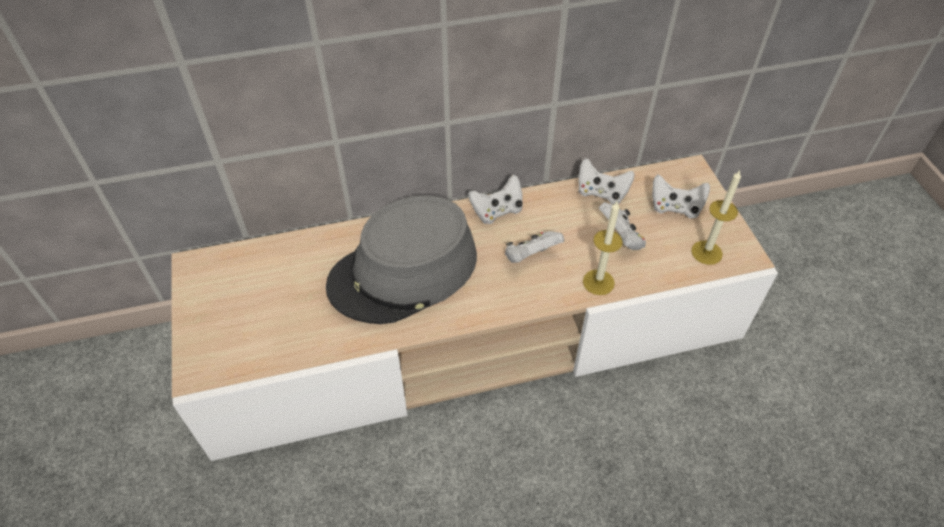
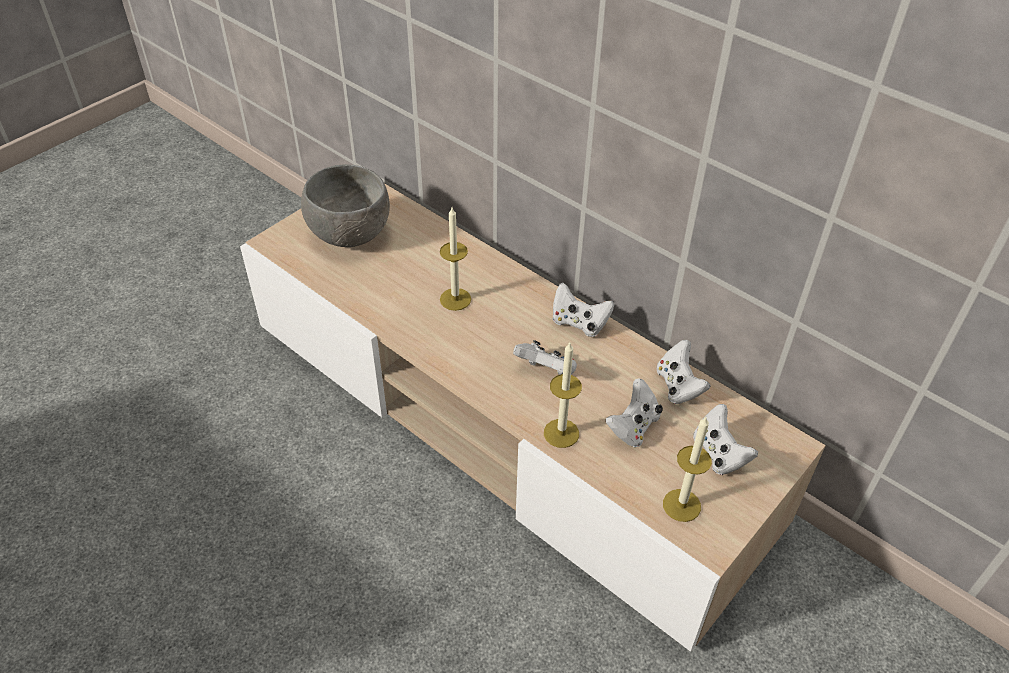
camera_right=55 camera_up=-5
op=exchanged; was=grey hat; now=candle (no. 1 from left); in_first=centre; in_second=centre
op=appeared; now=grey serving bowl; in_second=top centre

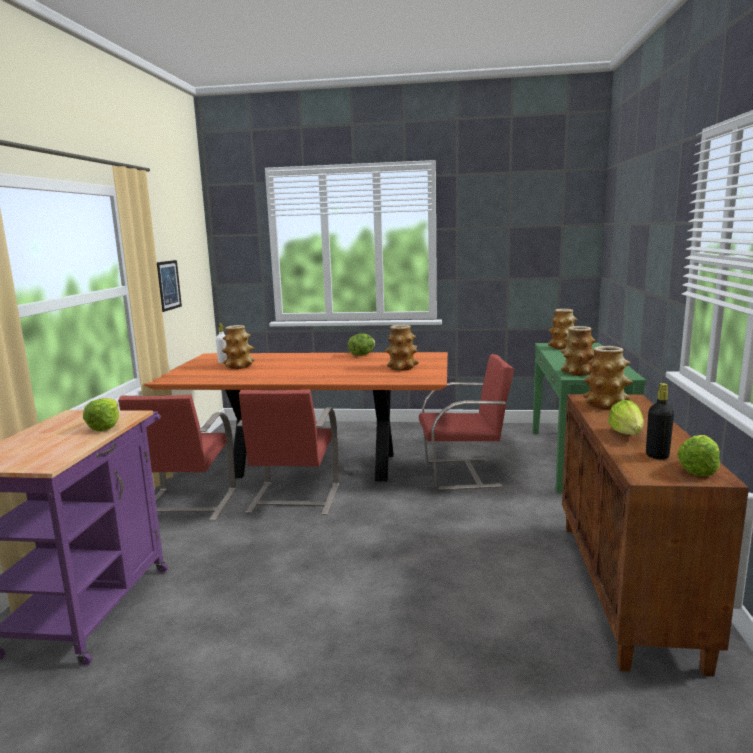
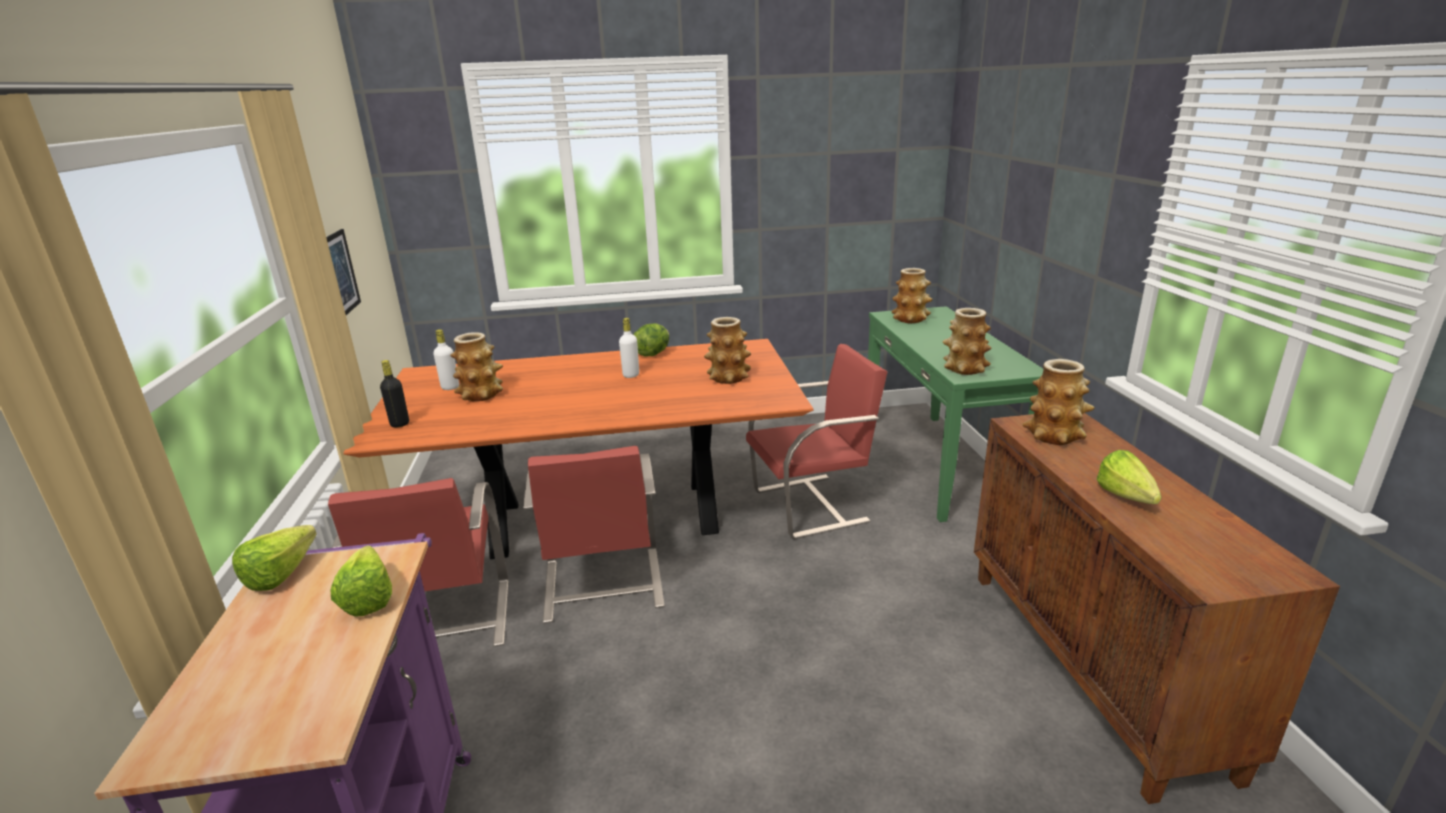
camera_right=-15 camera_up=10
op=relocated; was=black-coloured drink bottle; in_first=middle right; in_second=middle left
op=relocated; was=lettuce (no. 4 from left in the first image); now=lettuce (no. 1 from left); in_first=middle right; in_second=bottom left
op=appeared; now=whitish drink bottle (no. 2 from left); in_second=centre

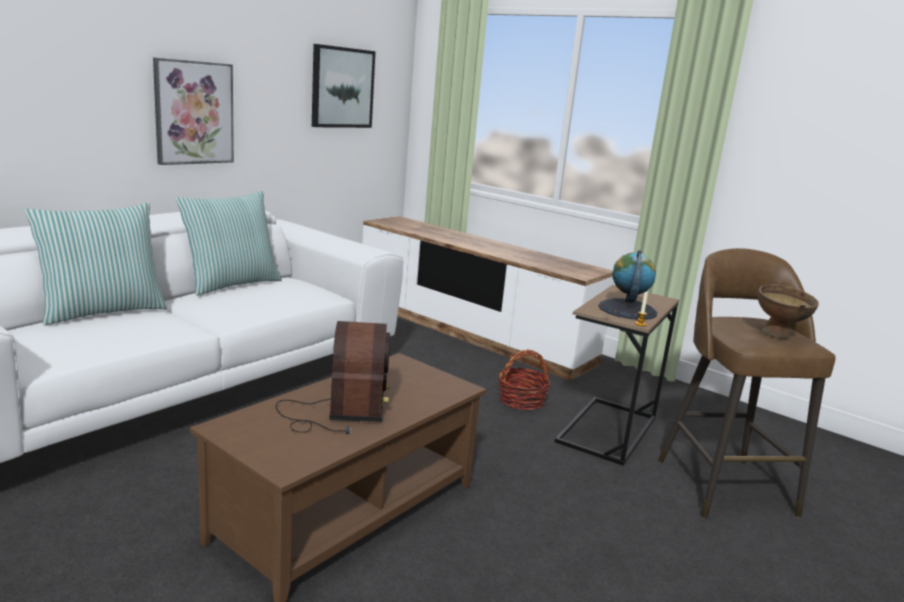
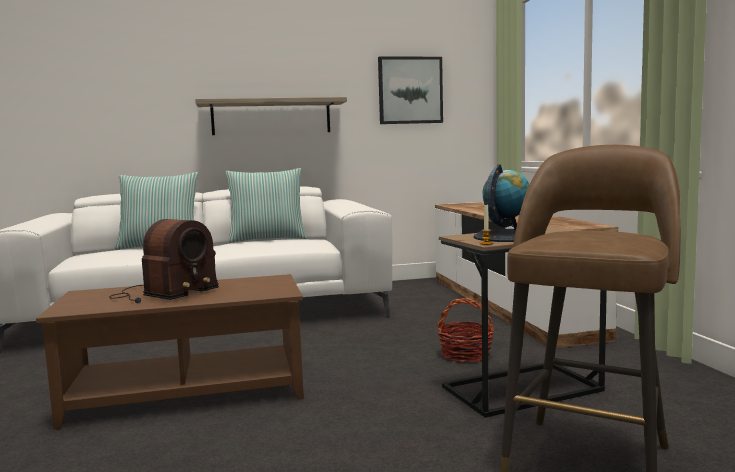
camera_right=40 camera_up=-10
op=exchanged; was=picture (no. 1 from left); now=wall shelf; in_first=top left; in_second=top centre
op=missing; was=brown-coloured serving bowl; in_first=middle right

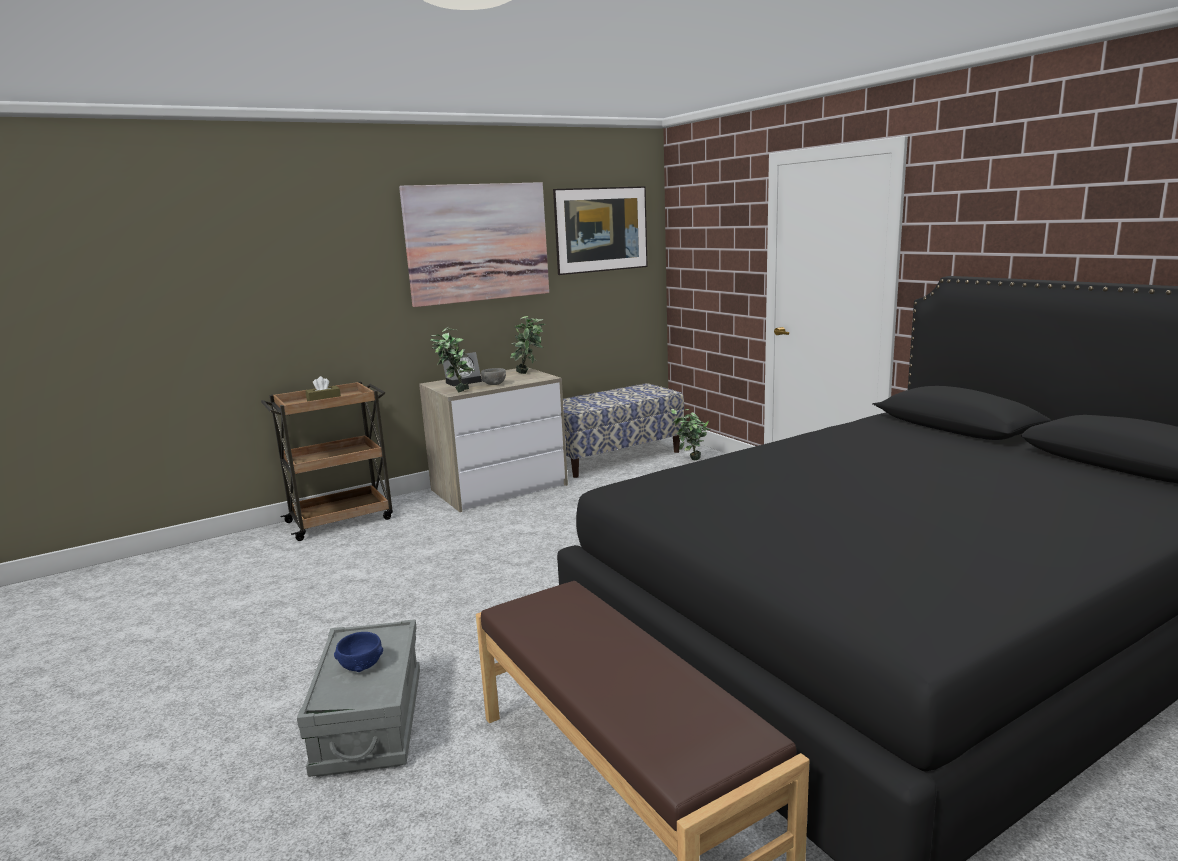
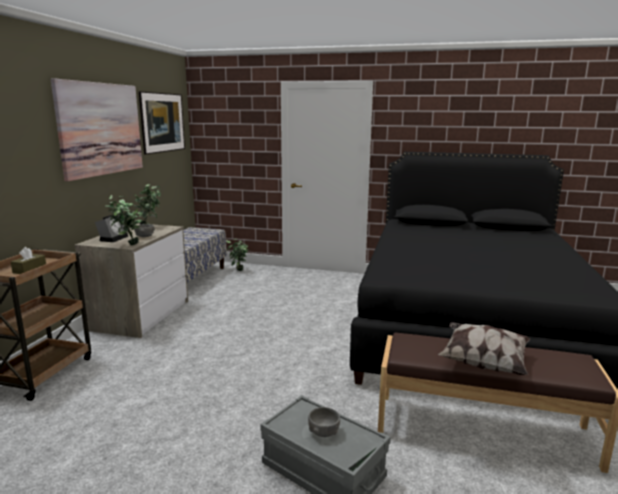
camera_right=-45 camera_up=0
op=colour; was=blue-coloured serving bowl; now=grey serving bowl (no. 2 from left); in_first=bottom left; in_second=bottom centre
op=appeared; now=pillow; in_second=bottom right

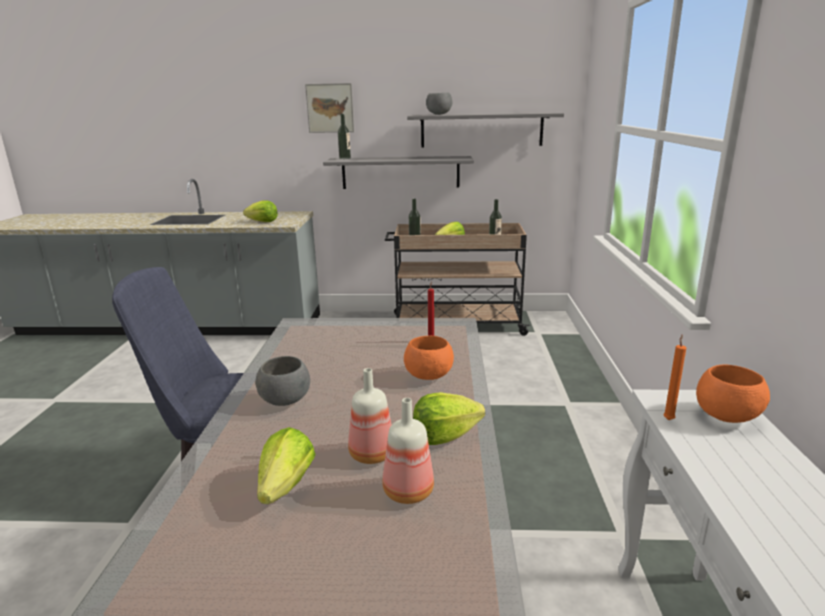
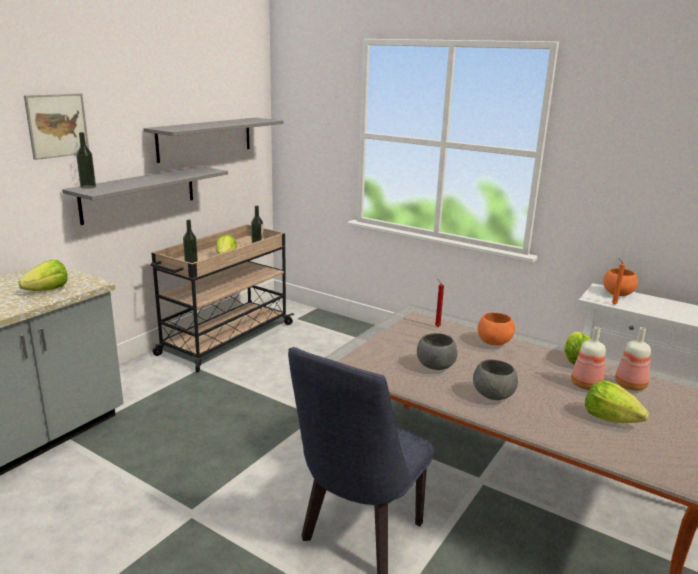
camera_right=-60 camera_up=0
op=relocated; was=grey serving bowl (no. 2 from left in the first image); now=grey serving bowl (no. 1 from left); in_first=top centre; in_second=centre

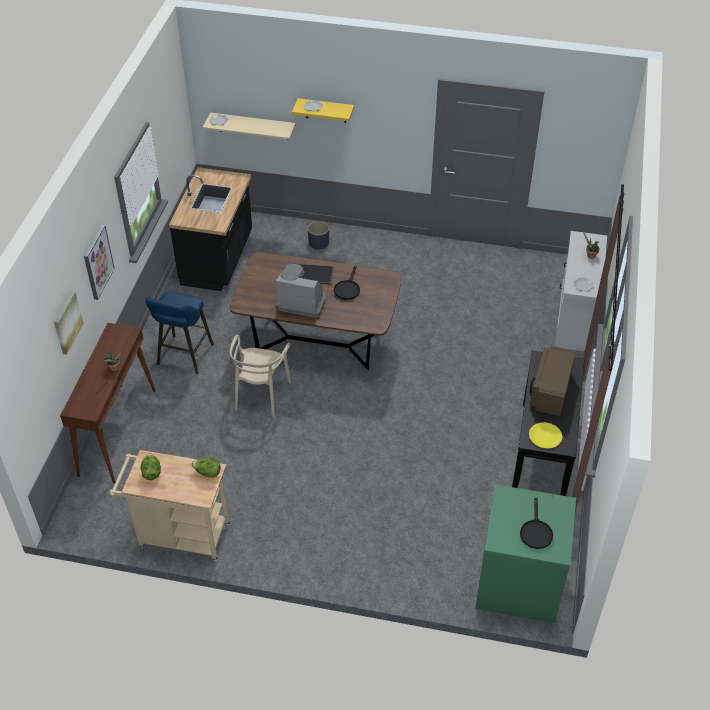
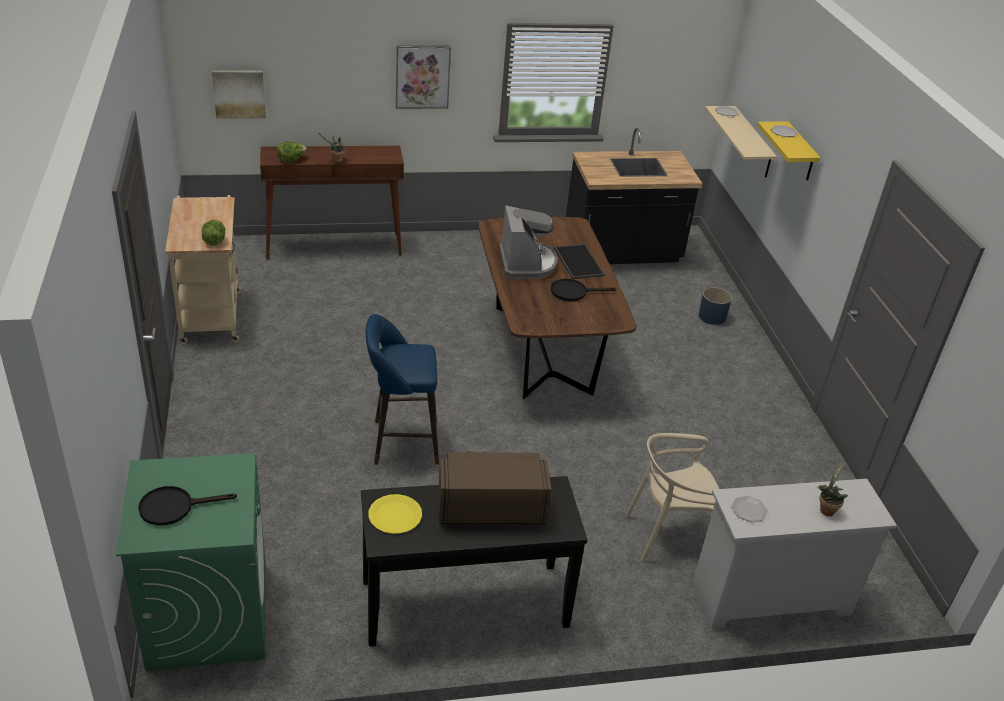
camera_right=65 camera_up=-10
op=relocated; was=picture (no. 1 from left); in_first=middle left; in_second=top left
op=relocated; was=lettuce (no. 1 from left in the first image); now=lettuce (no. 2 from left); in_first=middle left; in_second=top left
op=relocated; was=blue-coloured stool seat; in_first=middle left; in_second=centre
op=relocated; was=sand-coloured plain chair; in_first=centre; in_second=bottom right

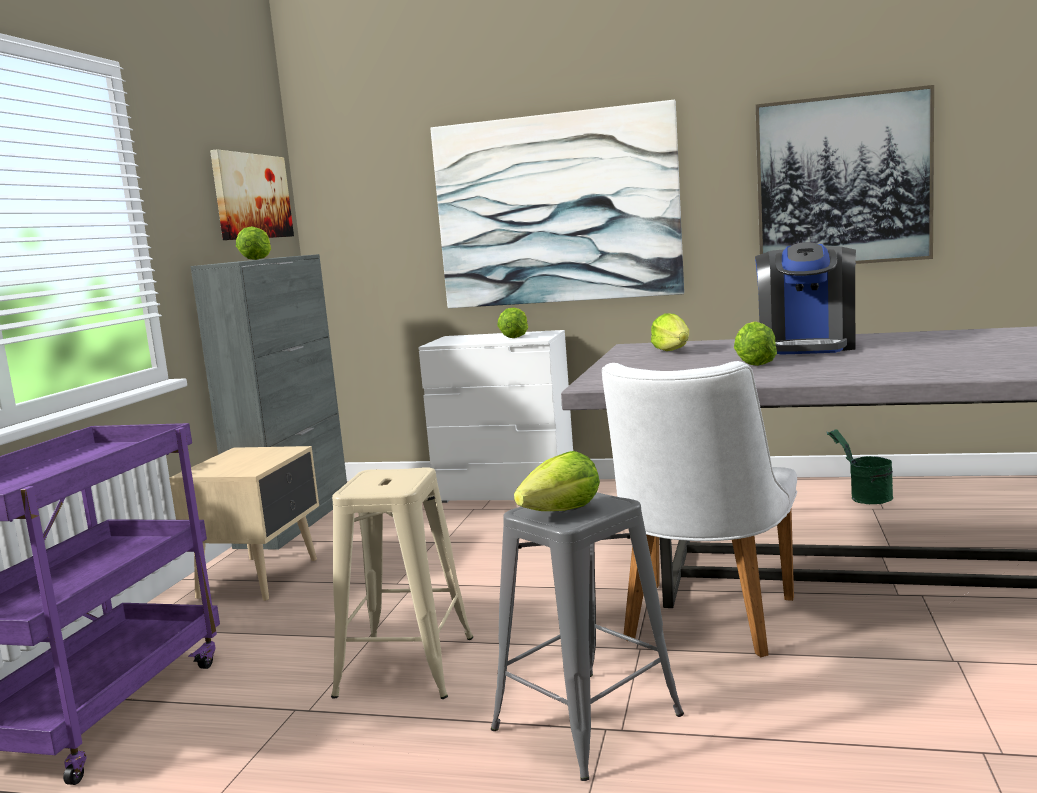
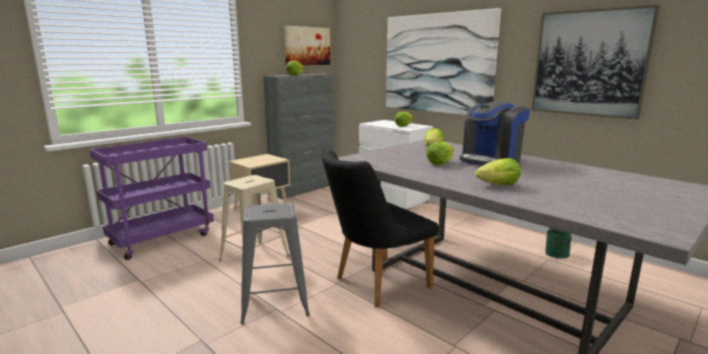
camera_right=30 camera_up=5
op=relocated; was=lettuce (no. 3 from left in the first image); now=lettuce (no. 5 from left); in_first=centre; in_second=middle right
op=colour; was=whitish plain chair; now=black-coloured plain chair; in_first=middle right; in_second=centre

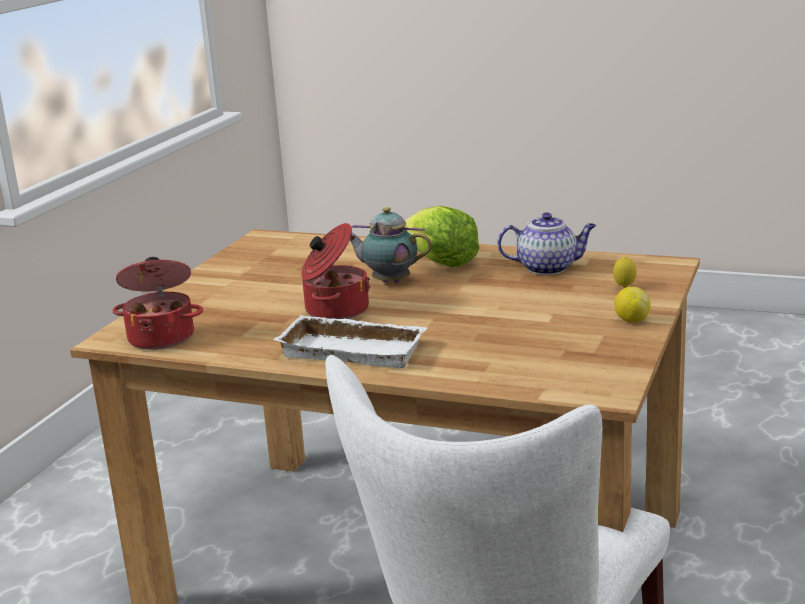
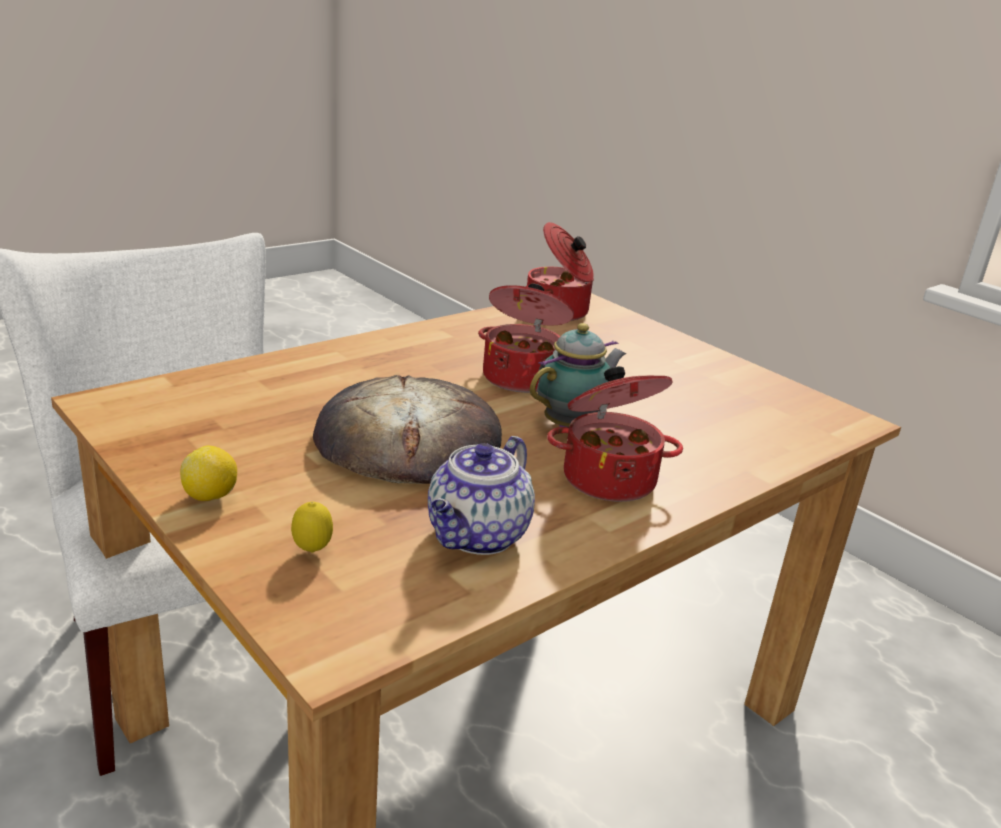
camera_right=115 camera_up=5
op=missing; was=whitish tray; in_first=centre
op=exchanged; was=lettuce; now=saucepot (no. 3 from left); in_first=centre; in_second=centre
op=appeared; now=bread; in_second=centre

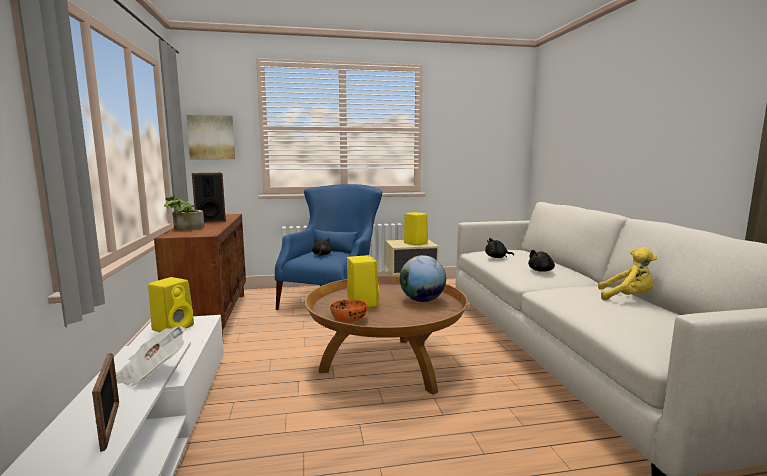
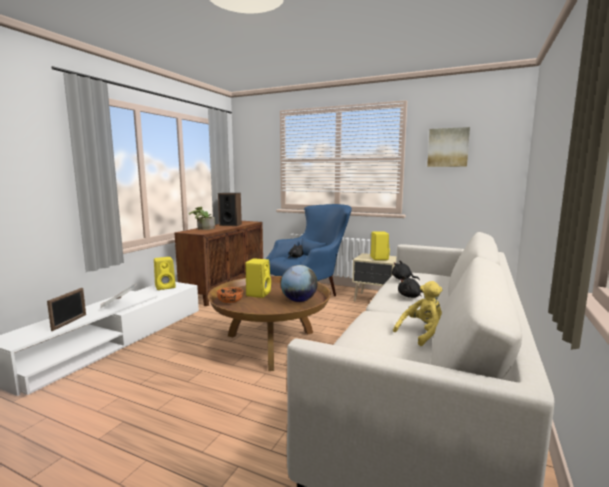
camera_right=35 camera_up=0
op=relocated; was=picture; in_first=top left; in_second=top right
op=spun; was=yellow plush toy; in_first=middle right; in_second=middle right; clockwise=-90

